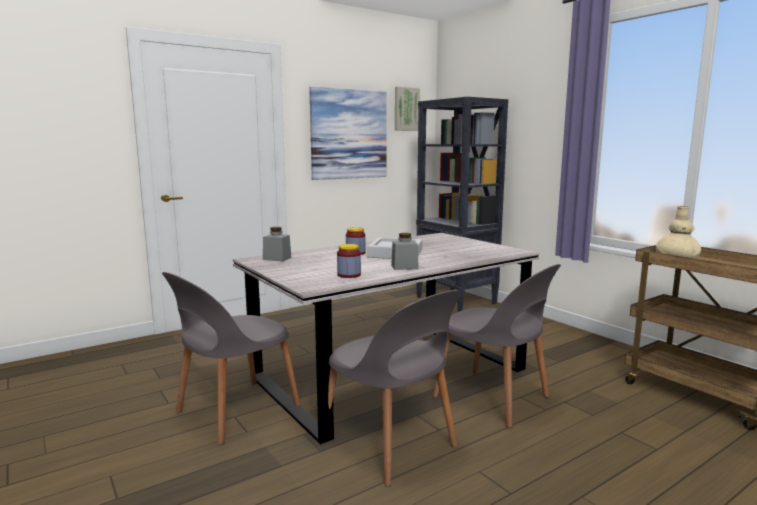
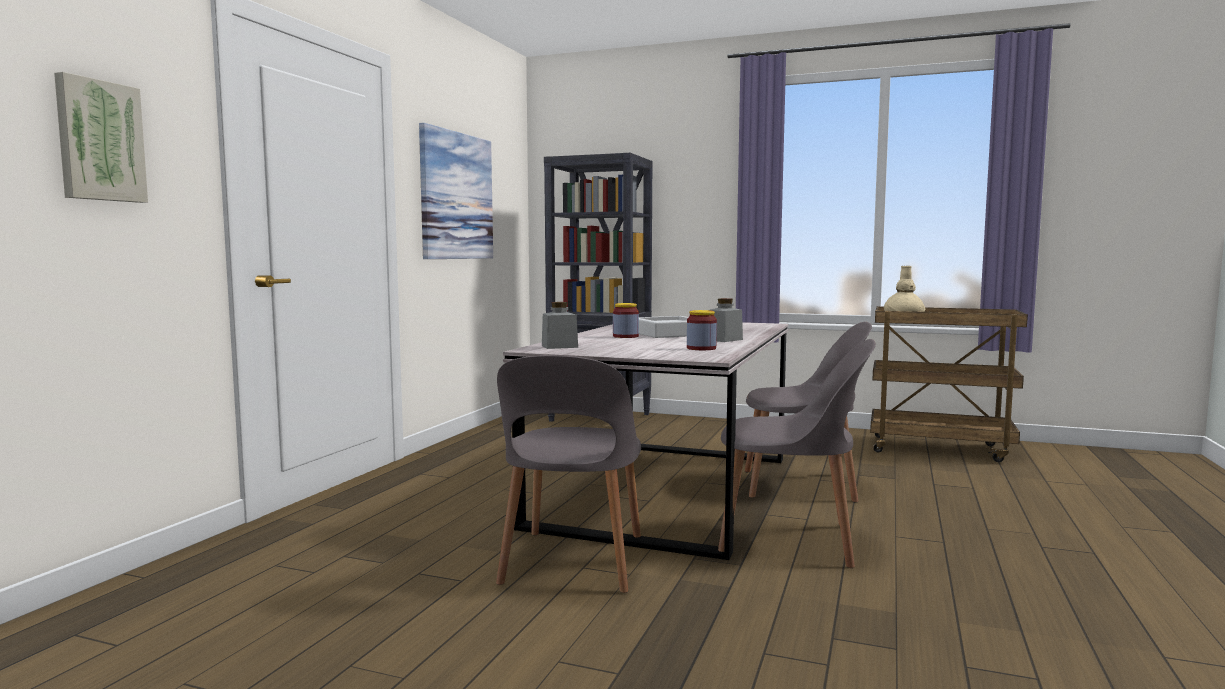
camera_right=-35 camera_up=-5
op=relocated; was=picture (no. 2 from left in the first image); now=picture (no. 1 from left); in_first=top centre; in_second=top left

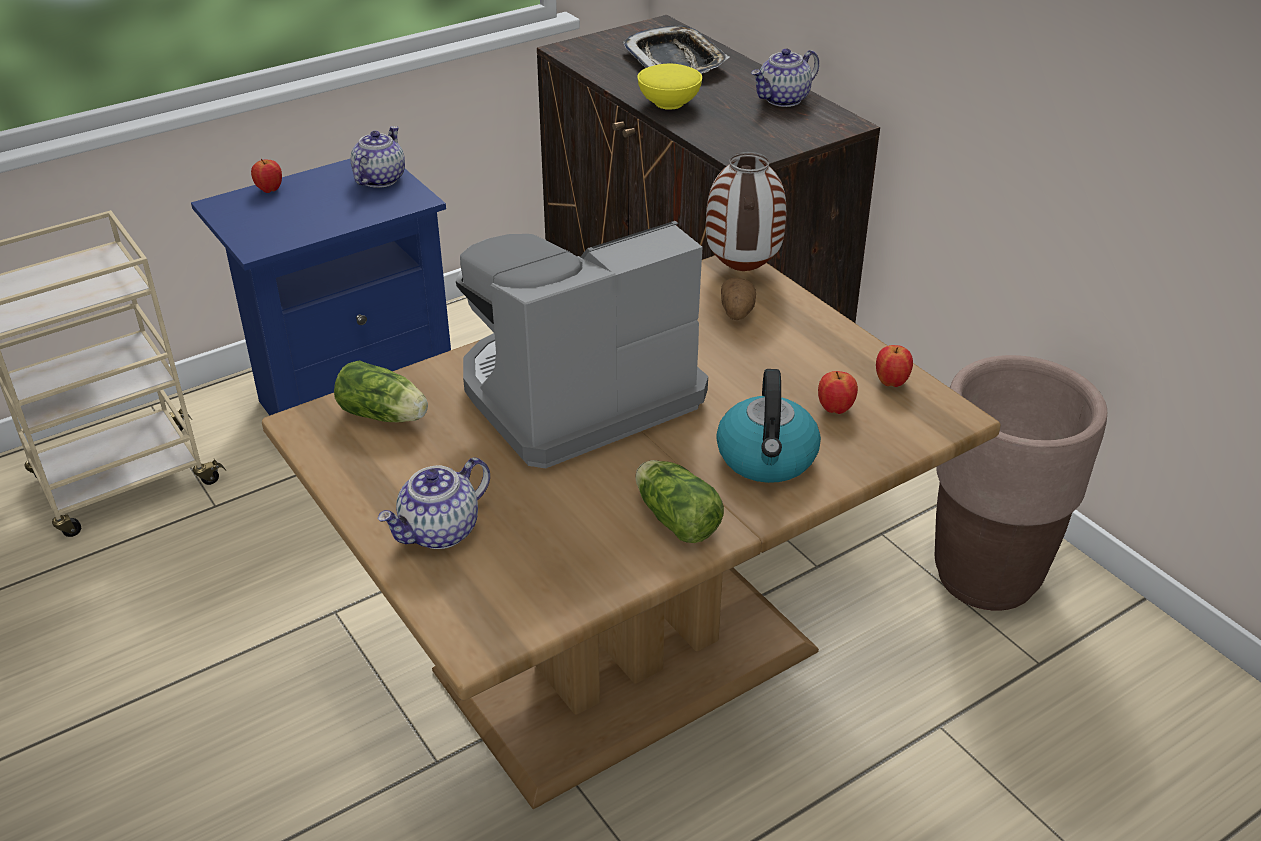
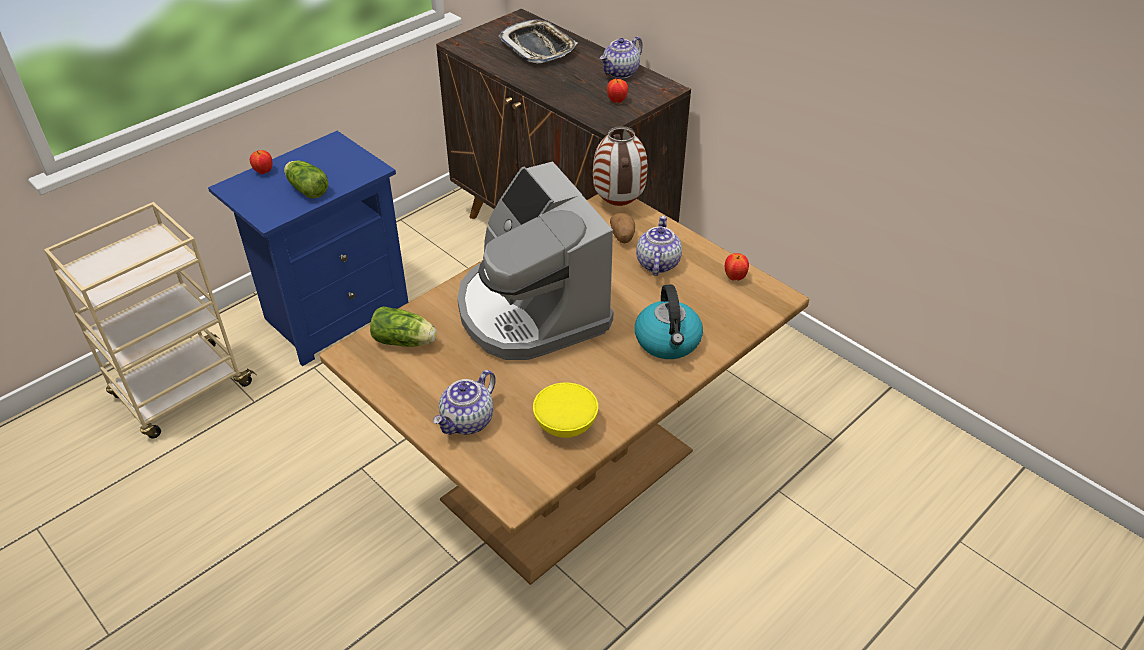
camera_right=-10 camera_up=5
op=relocated; was=teapot (no. 1 from left in the first image); now=teapot (no. 3 from left); in_first=top left; in_second=centre
op=spun; was=coffee machine; in_first=centre; in_second=centre; clockwise=-75
op=relocated; was=lettuce (no. 2 from left in the first image); now=lettuce (no. 1 from left); in_first=centre; in_second=top left
op=relocated; was=yellow serving bowl; in_first=top centre; in_second=centre
op=relocated; was=apple (no. 2 from left); in_first=centre; in_second=top centre
op=missing; was=brown-coloured planter; in_first=middle right

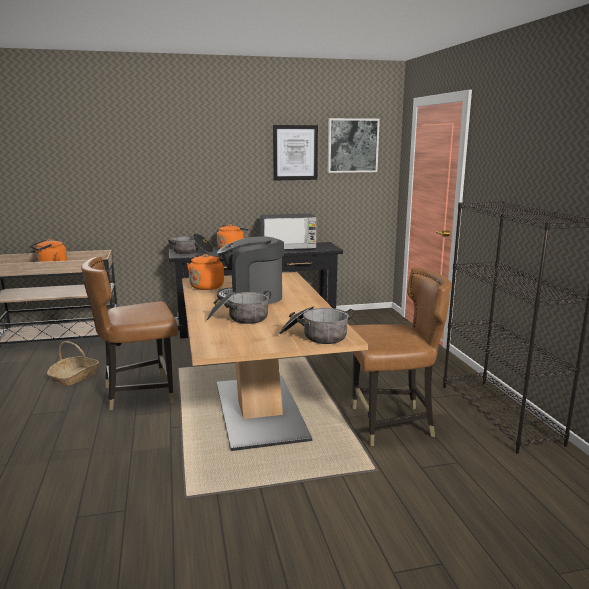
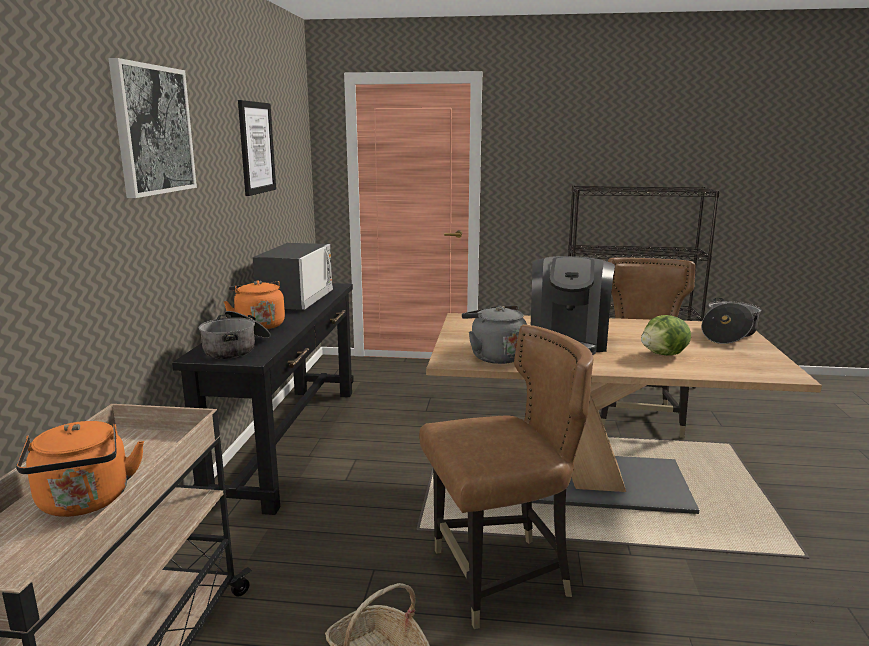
camera_right=-70 camera_up=0
op=spun; was=brown-coloured plain chair (no. 1 from left); in_first=middle left; in_second=bottom centre; clockwise=-105
op=colour; was=orangey tea kettle (no. 2 from left); now=grey tea kettle; in_first=centre; in_second=centre
op=exchanged; was=saucepot (no. 2 from left); now=lettuce; in_first=centre; in_second=middle right
op=relocated; was=picture (no. 2 from left in the first image); now=picture (no. 1 from left); in_first=top centre; in_second=top left

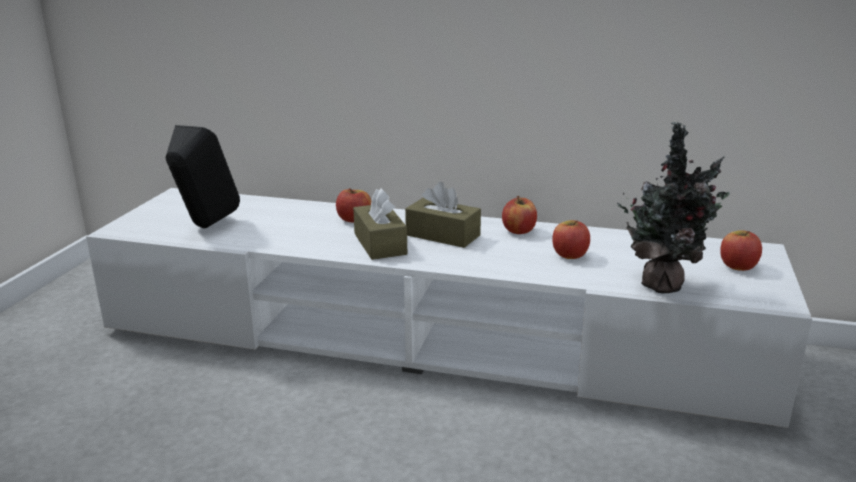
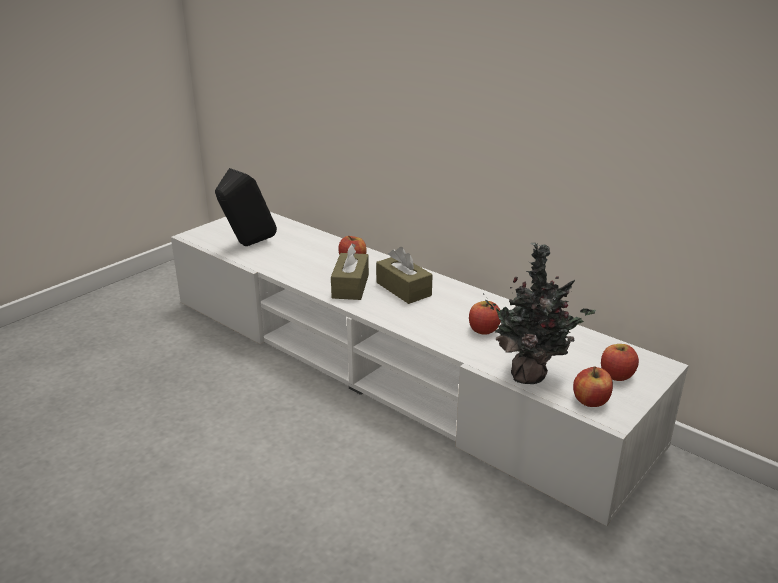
camera_right=25 camera_up=5
op=relocated; was=apple (no. 2 from left in the first image); now=apple (no. 3 from left); in_first=centre; in_second=middle right

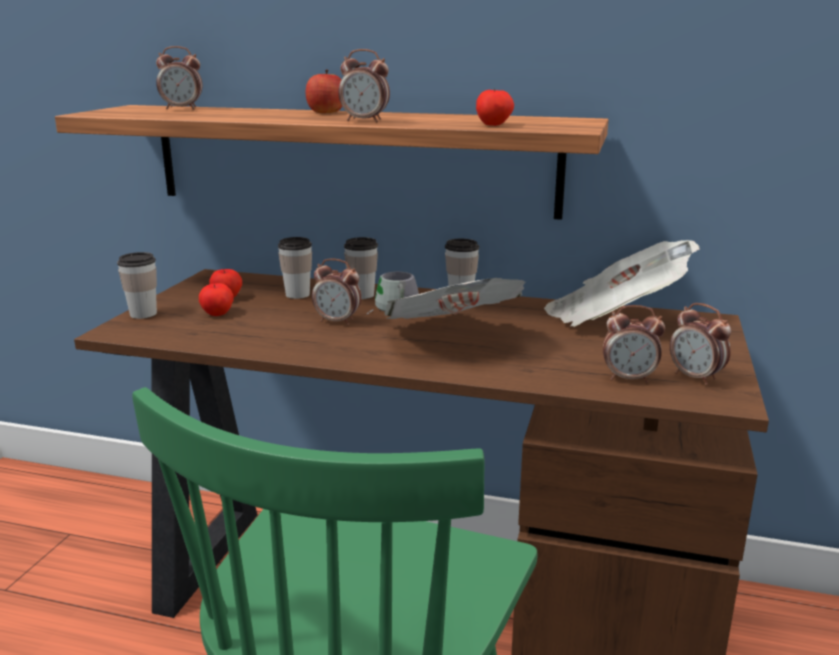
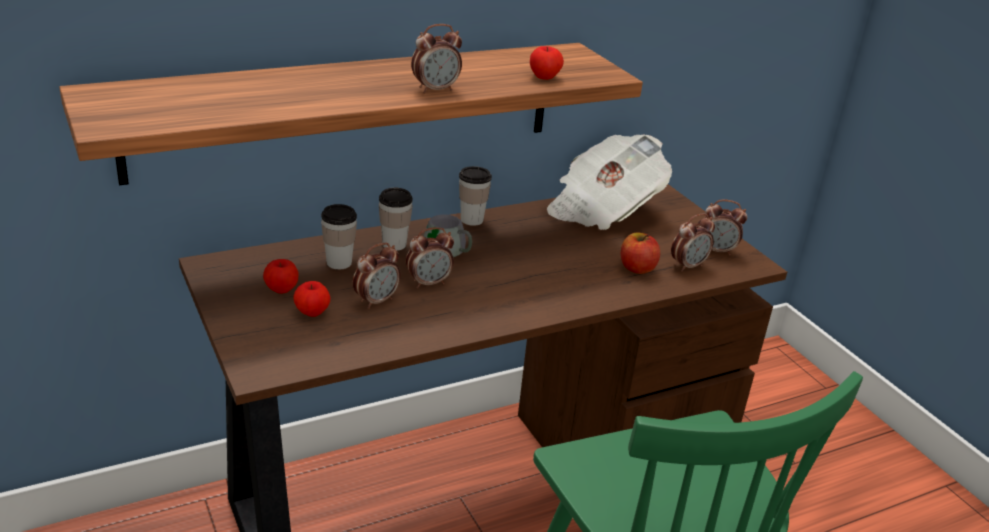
camera_right=-45 camera_up=10
op=missing; was=drinking cup (no. 1 from left); in_first=middle left
op=relocated; was=bedside clock (no. 1 from left); in_first=top left; in_second=centre
op=relocated; was=apple (no. 3 from left in the first image); now=apple (no. 4 from left); in_first=top centre; in_second=centre
op=missing; was=newspaper (no. 1 from left); in_first=centre

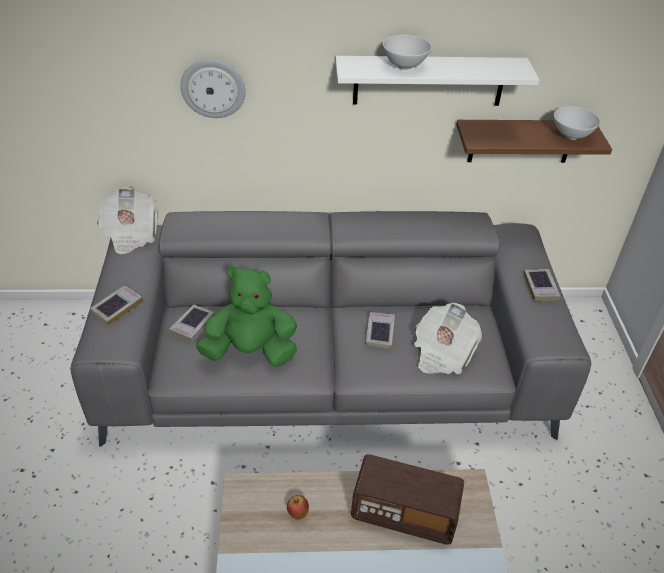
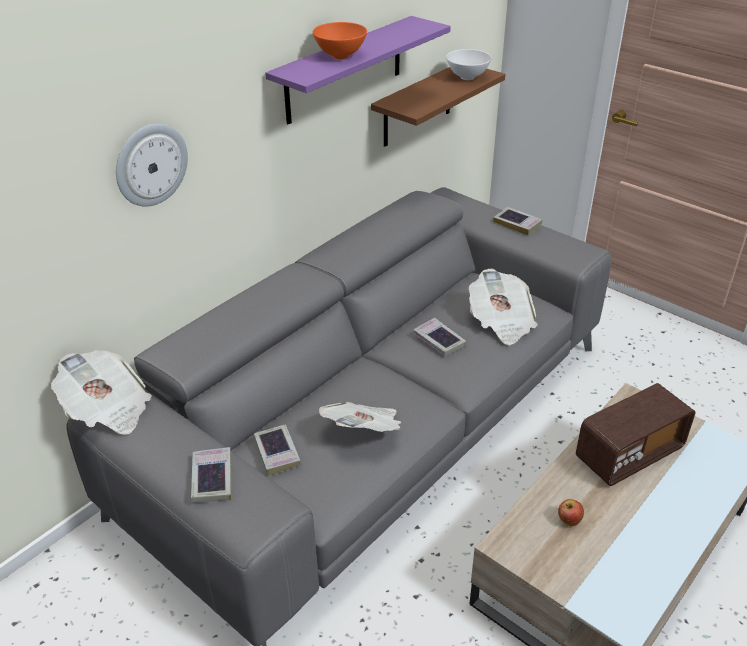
camera_right=-45 camera_up=-5
op=exchanged; was=green plush toy; now=newspaper (no. 2 from left); in_first=centre; in_second=centre
op=colour; was=whitish wall shelf; now=purplish wall shelf; in_first=top centre; in_second=top centre
op=colour; was=whitish serving bowl (no. 1 from left); now=orangey serving bowl; in_first=top centre; in_second=top centre

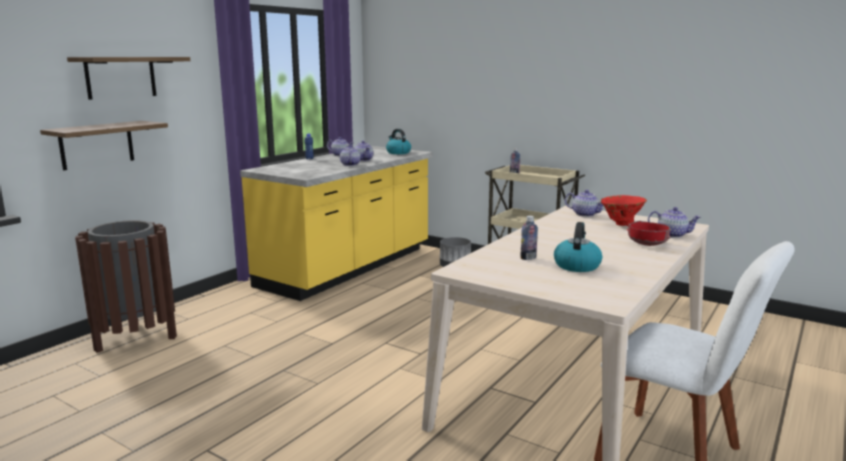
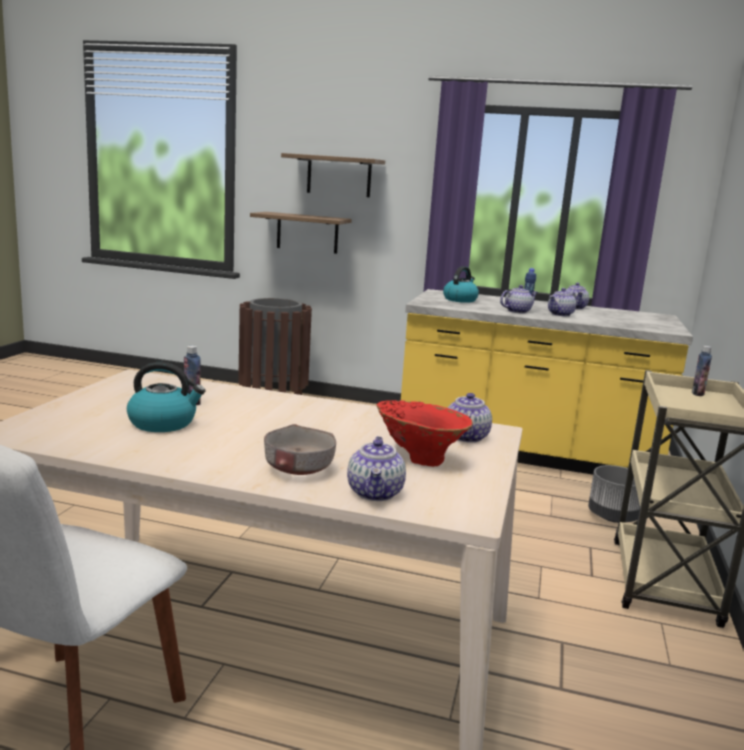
camera_right=70 camera_up=0
op=relocated; was=tea kettle (no. 1 from left in the first image); now=tea kettle (no. 2 from left); in_first=top centre; in_second=centre
op=colour; was=reddish serving bowl; now=grey serving bowl; in_first=middle right; in_second=centre

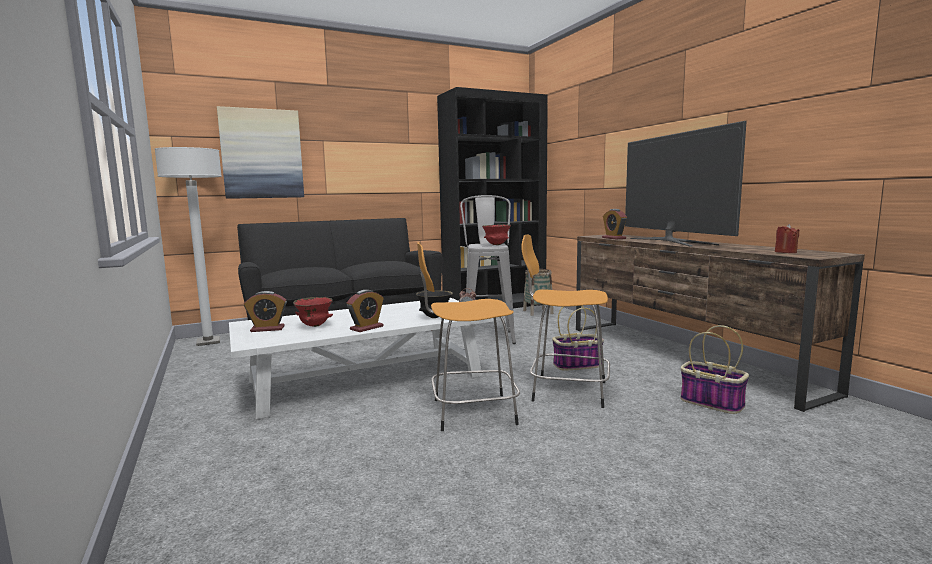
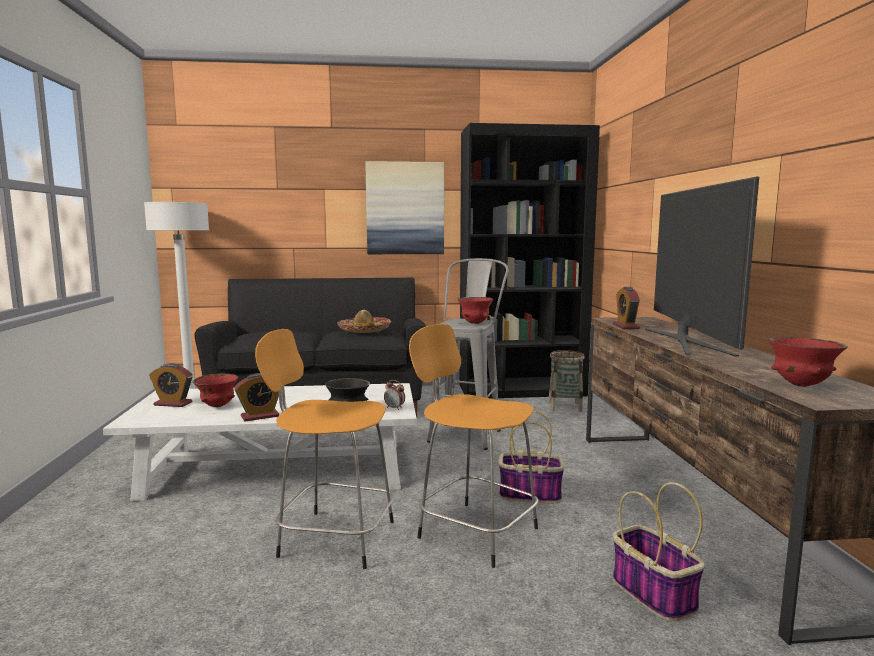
camera_right=20 camera_up=0
op=relocated; was=picture; in_first=top left; in_second=top centre
op=exchanged; was=reddish candle; now=reddish serving bowl (no. 3 from left); in_first=middle right; in_second=middle right
op=appeared; now=hat; in_second=centre

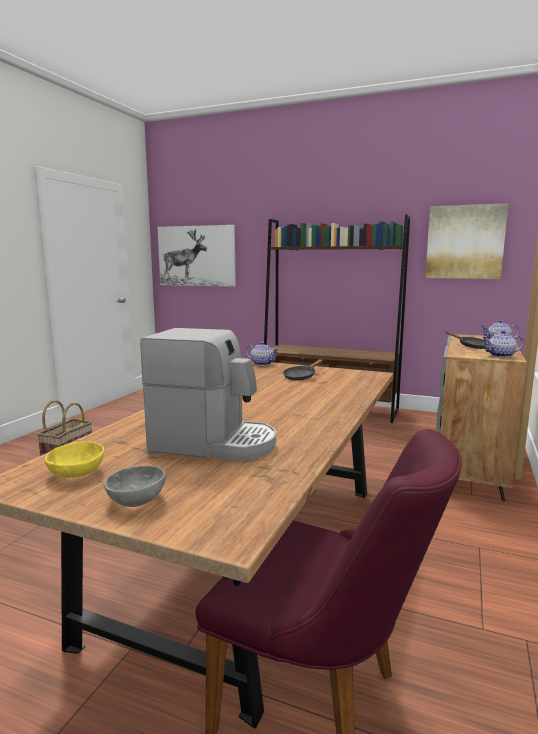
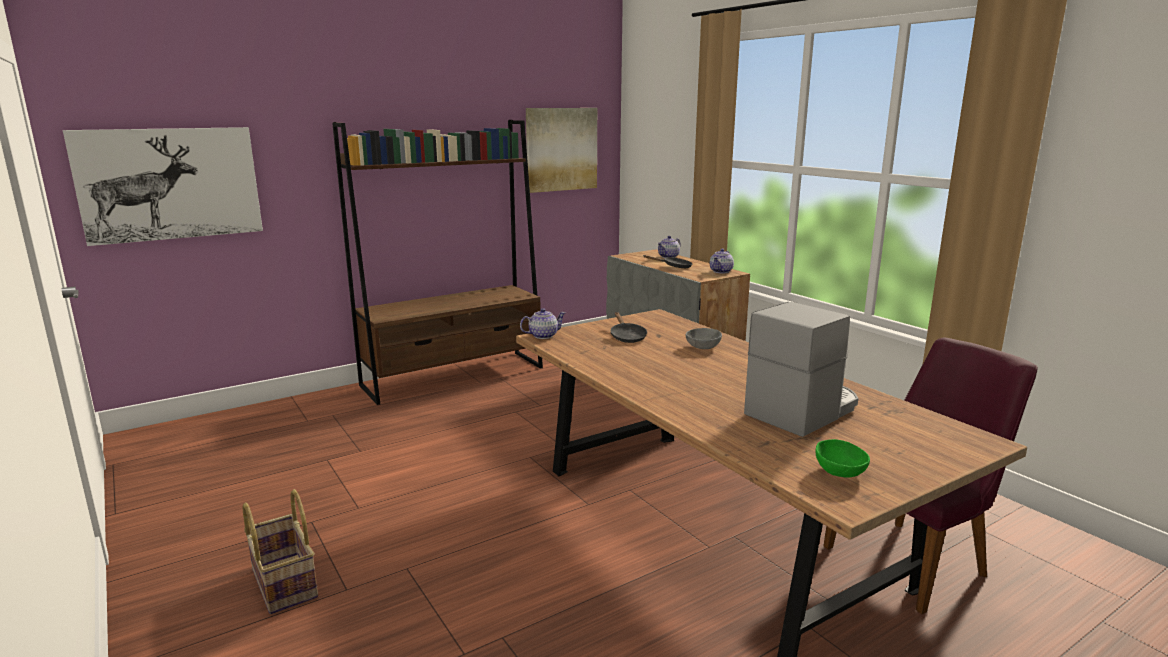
camera_right=-55 camera_up=5
op=colour; was=yellow serving bowl; now=green serving bowl; in_first=middle left; in_second=bottom right
op=relocated; was=grey serving bowl; in_first=middle left; in_second=centre

